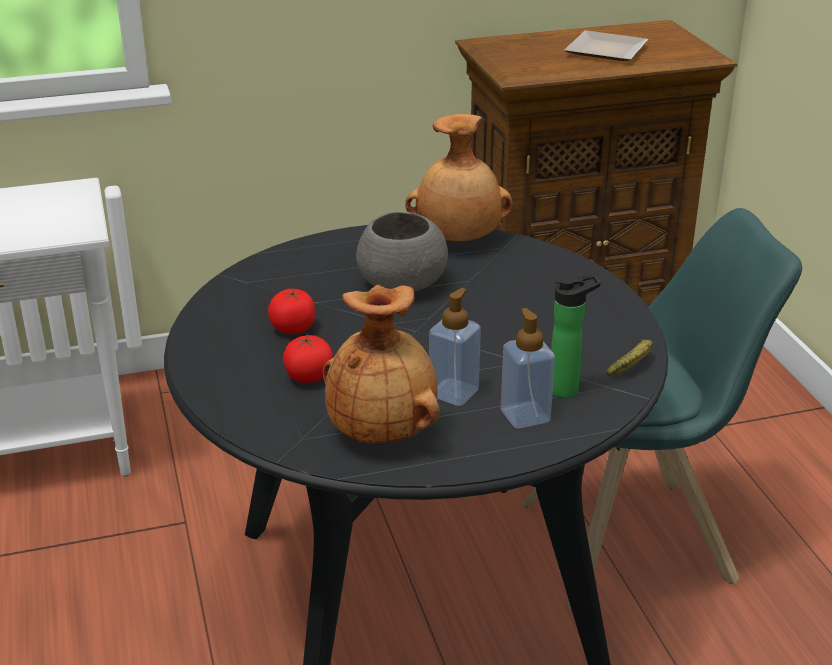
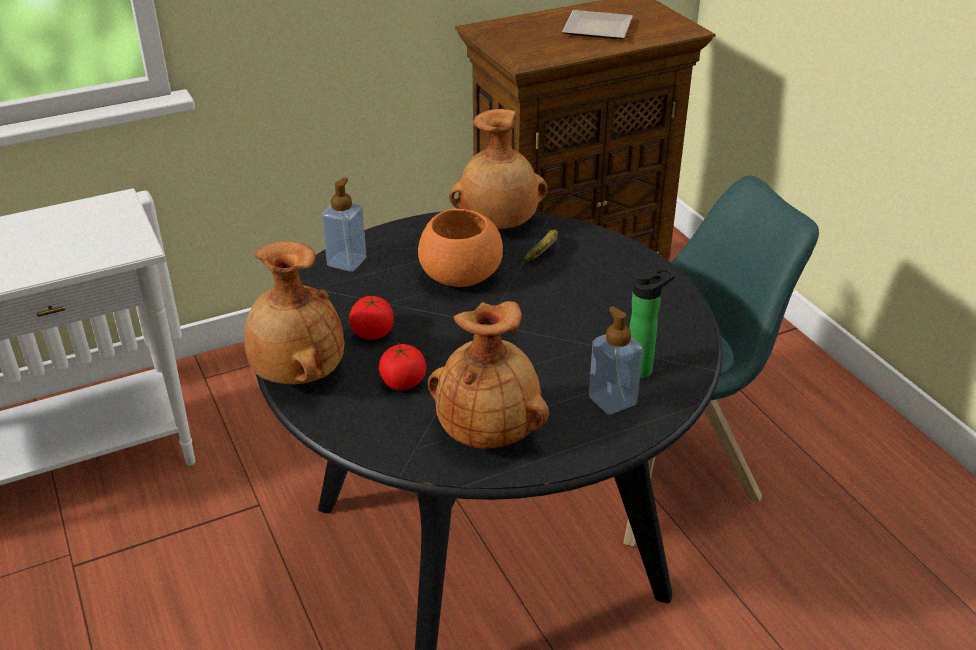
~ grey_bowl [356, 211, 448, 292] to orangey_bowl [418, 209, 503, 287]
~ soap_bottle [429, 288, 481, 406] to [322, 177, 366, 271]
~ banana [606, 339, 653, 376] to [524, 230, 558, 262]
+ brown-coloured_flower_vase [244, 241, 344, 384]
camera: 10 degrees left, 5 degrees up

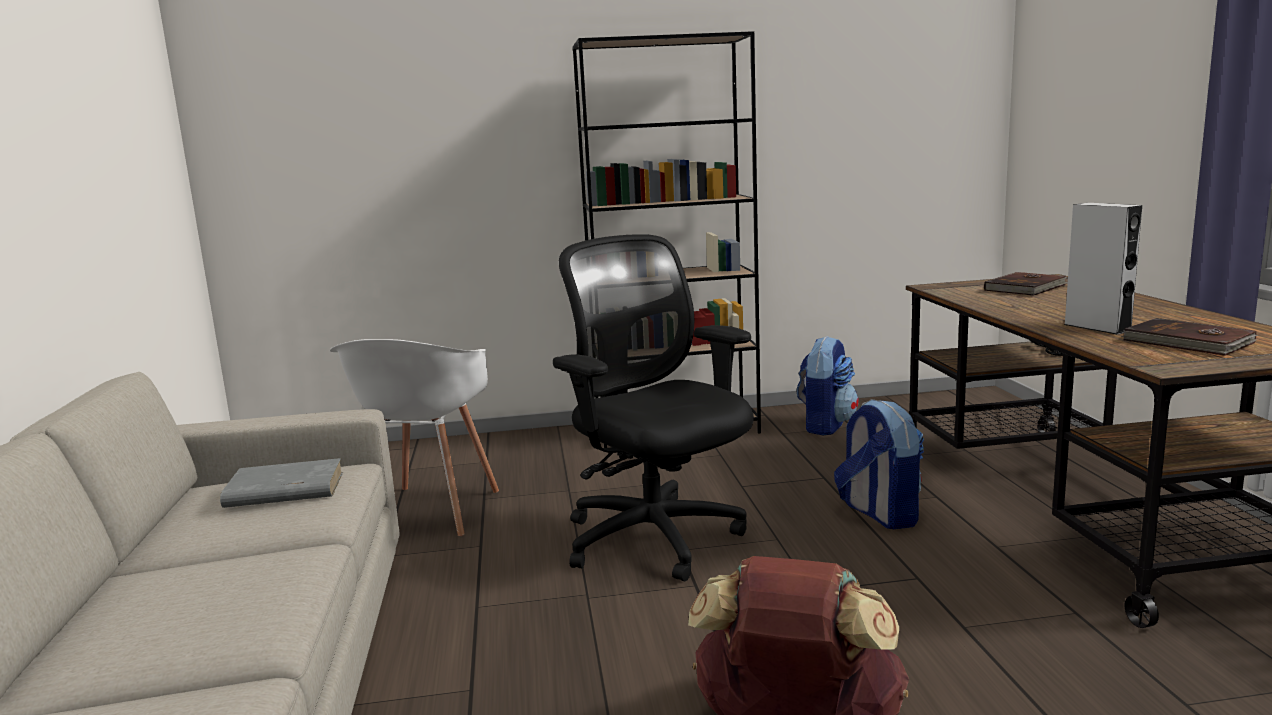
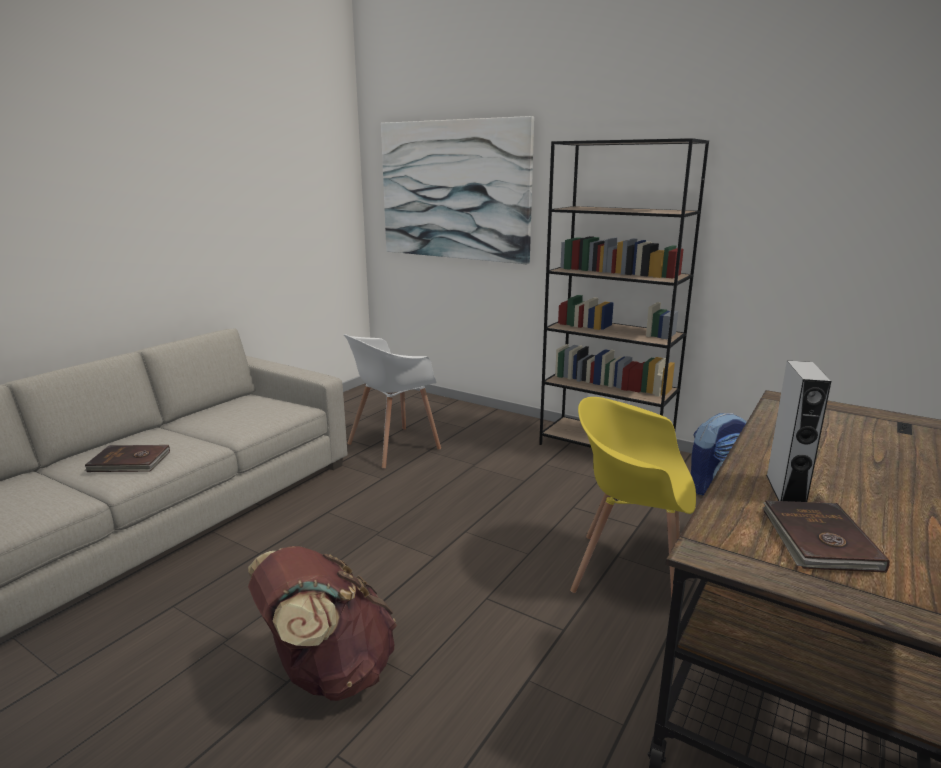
- grey_book [220, 458, 343, 508]
- black-coloured_office_chair [553, 235, 754, 581]
~ knapsack [834, 399, 924, 529] to yellow_chair [570, 397, 696, 599]
~ brown-coloured_book [984, 272, 1068, 295] to [85, 445, 170, 472]
+ picture [381, 116, 534, 264]
camera: 40 degrees right, 5 degrees up

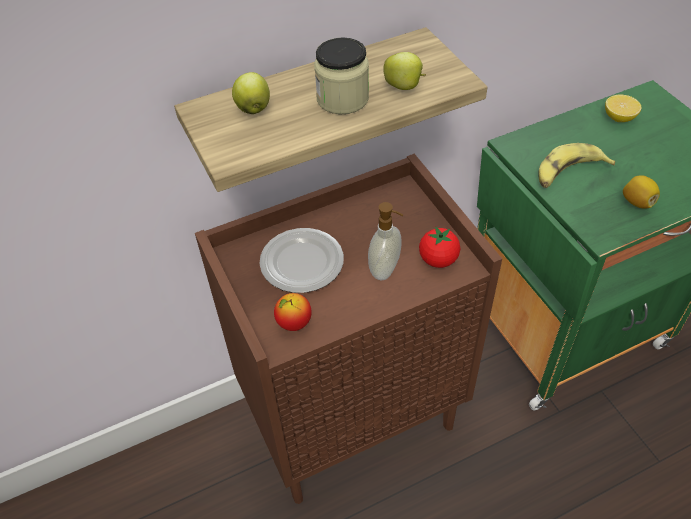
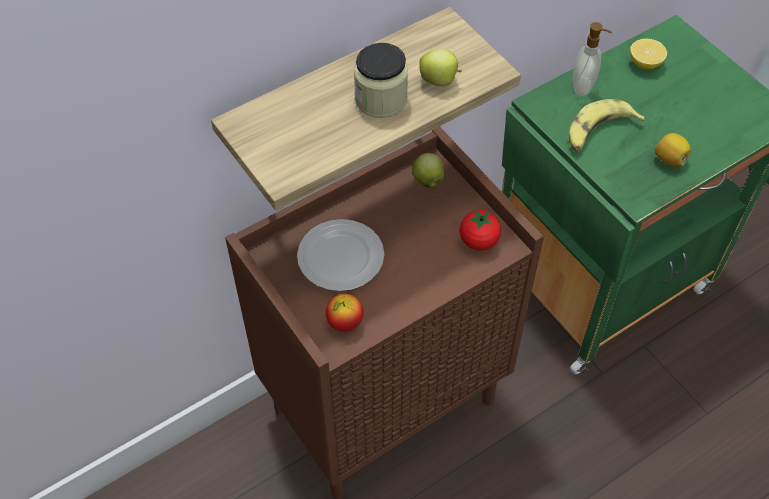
~ apple [232, 72, 270, 114] to [412, 153, 444, 187]
~ soap_bottle [368, 202, 403, 280] to [573, 22, 612, 96]
camera: 10 degrees left, 5 degrees up

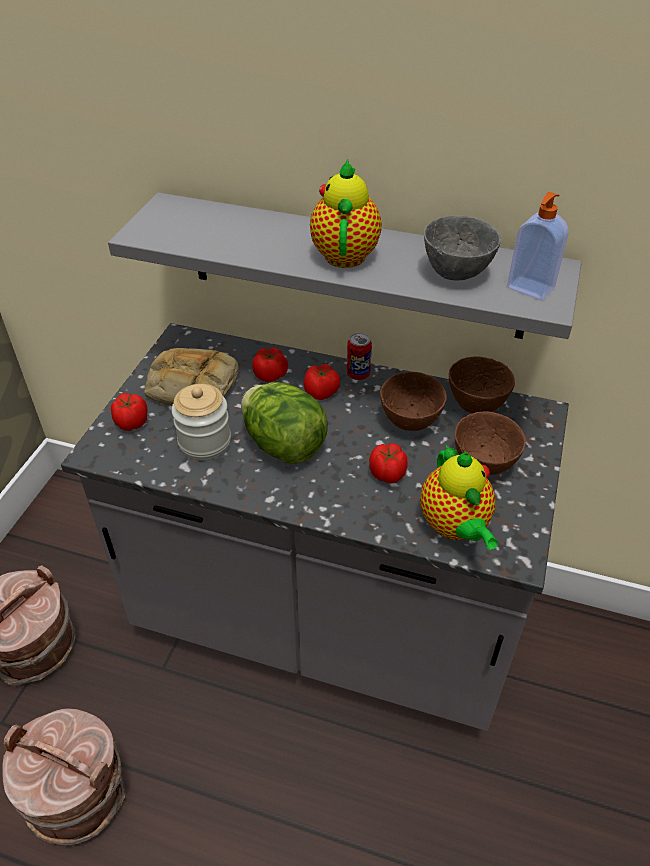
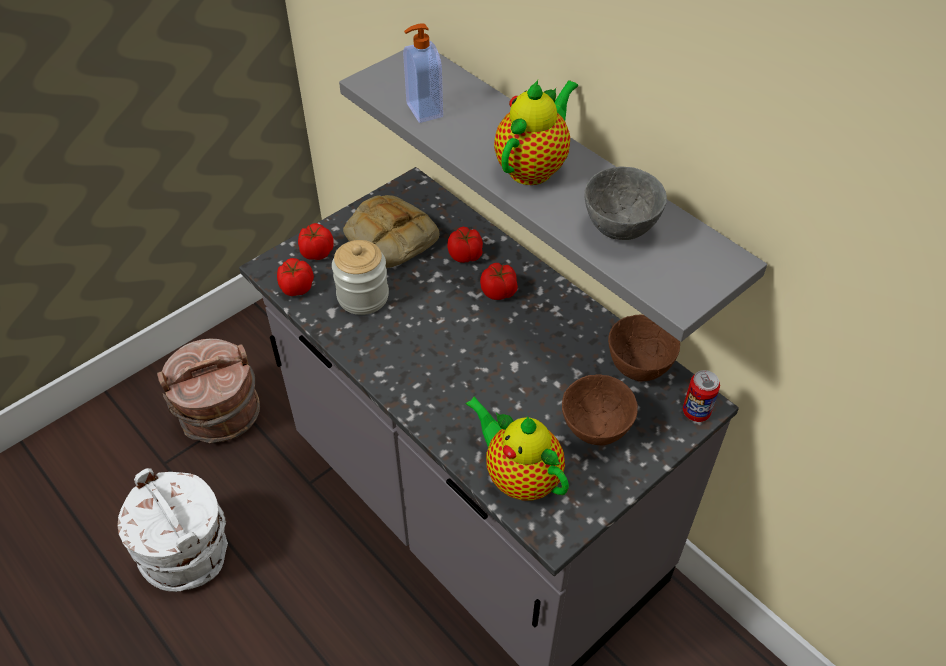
~ brown-coloured_pail [2, 708, 126, 846] to white-coloured_pail [117, 468, 228, 592]
- lettuce_head [241, 382, 328, 464]
~ can [347, 333, 372, 380] to [683, 370, 720, 422]
~ tomato [369, 443, 408, 483] to [277, 258, 314, 296]
- brown-coloured_bowl [380, 372, 447, 431]
~ teapot [420, 445, 498, 550] = [465, 397, 569, 500] 120 degrees clockwise
~ soap_bottle [507, 192, 569, 300] to [403, 23, 443, 123]
camera: 30 degrees right, 5 degrees up

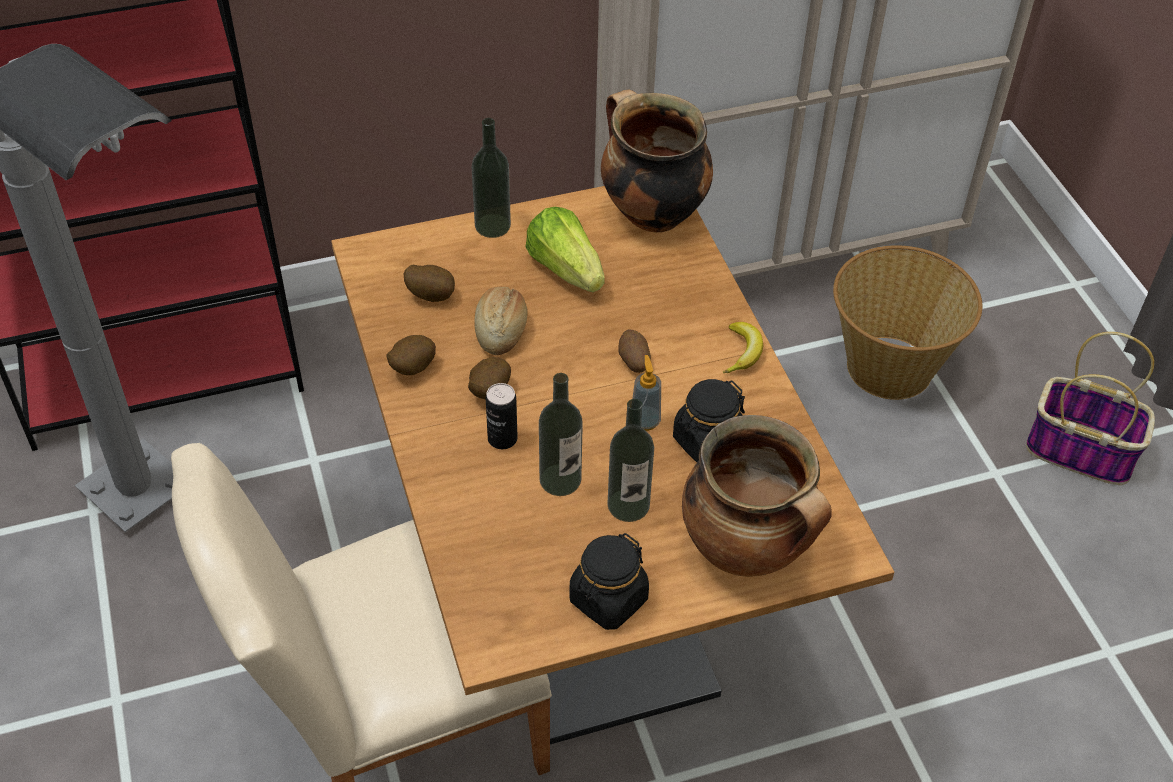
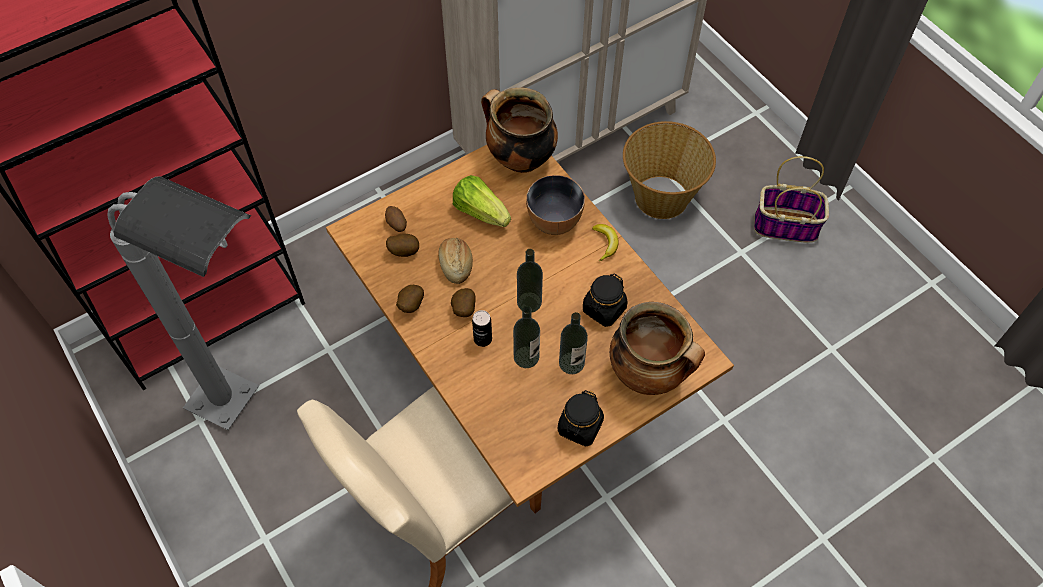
~ bottle [472, 118, 511, 238] to [517, 249, 543, 313]
~ potato [618, 329, 651, 373] to [385, 206, 407, 232]
- soap_bottle [632, 355, 661, 431]
+ bowl [526, 175, 585, 235]
camera: 15 degrees left, 10 degrees up

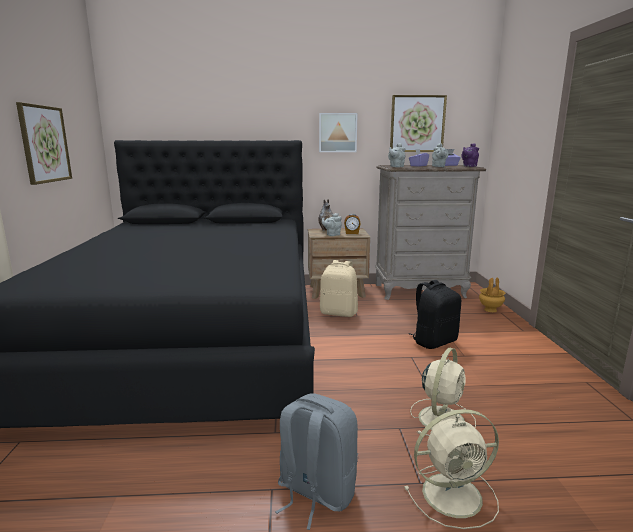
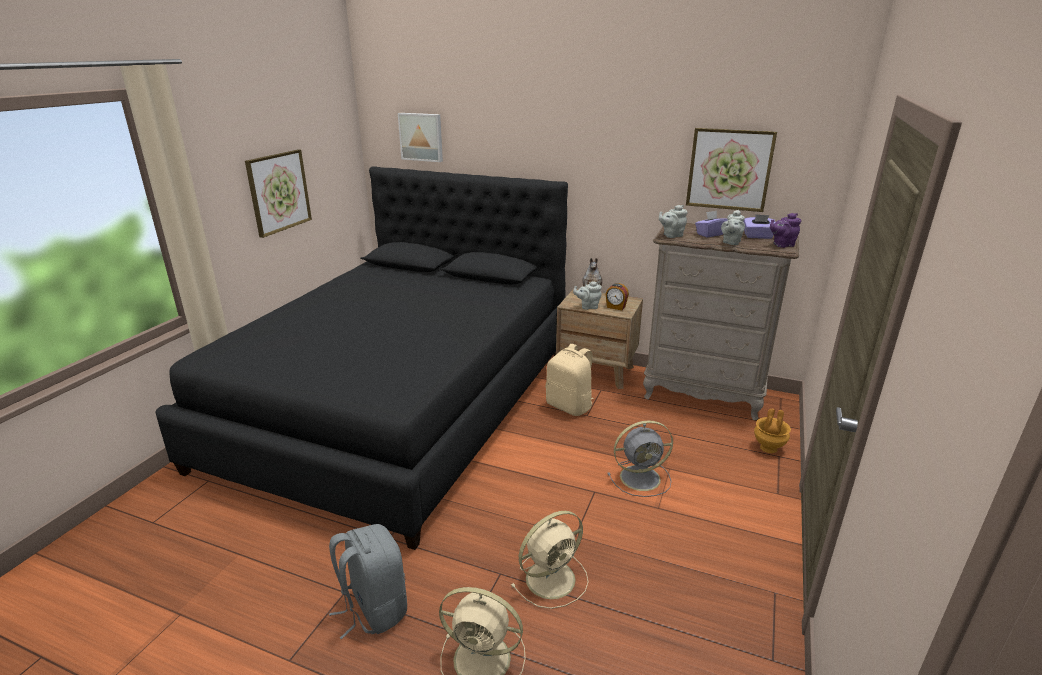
~ picture [319, 113, 358, 152] to [398, 113, 443, 162]
~ black-coloured_knapsack [409, 280, 461, 349] to grey_cooling_fan [607, 420, 673, 497]
camera: 25 degrees right, 10 degrees up

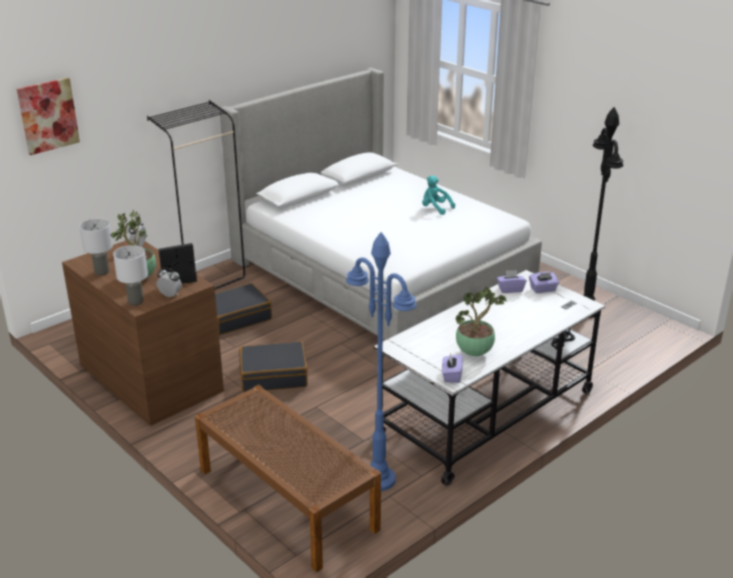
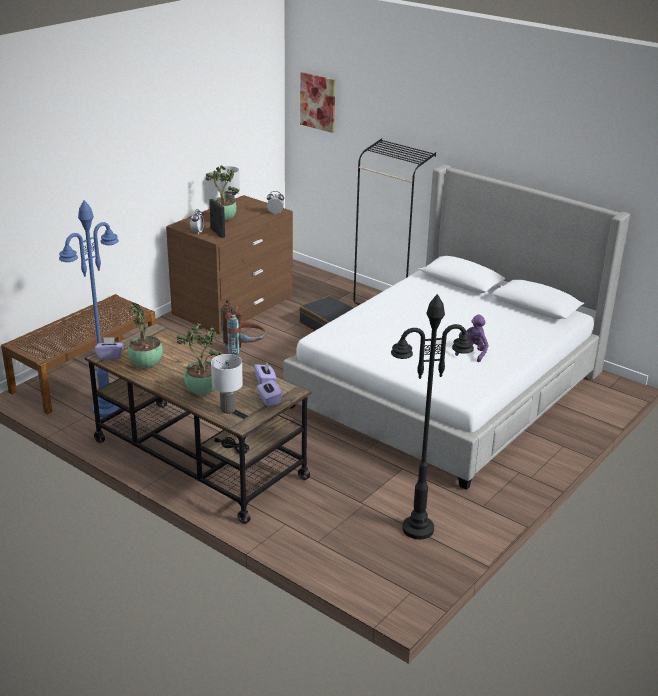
~ white-coloured_tabletop_lamp [113, 245, 148, 306] to [211, 354, 243, 414]
~ black-coloured_suitcase [239, 341, 308, 392] to brown-coloured_knapsack [221, 300, 266, 356]
~ white-coloured_desk_table [373, 270, 605, 486] to brown-coloured_desk_table [85, 323, 312, 524]
~ turquoise_cuddly_toy [422, 175, 455, 215] to purplish_cuddly_toy [455, 314, 488, 362]
+ potted_plant [177, 323, 224, 395]
camera: 80 degrees right, 0 degrees up

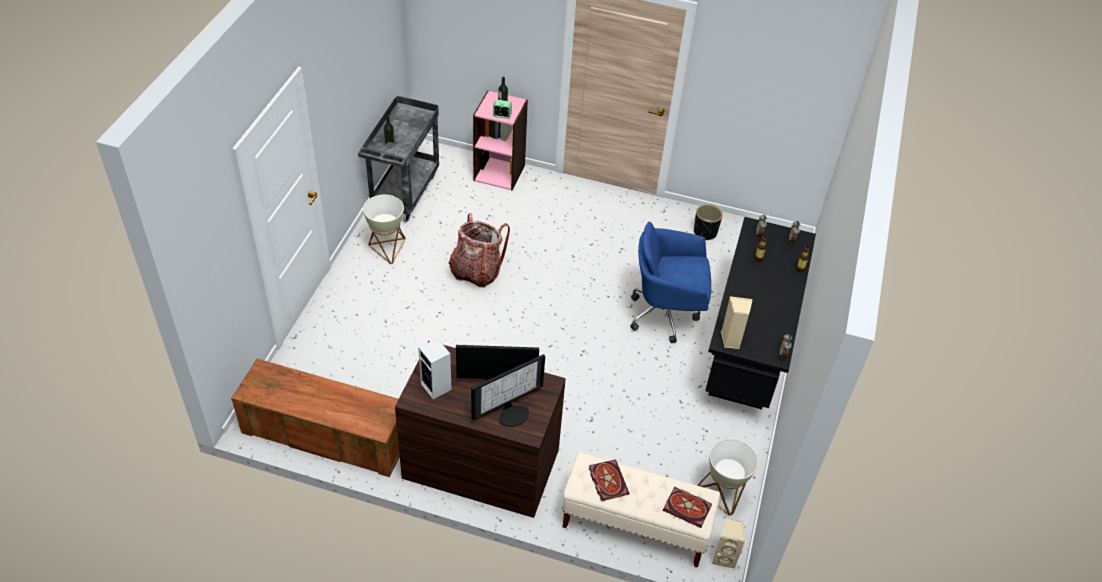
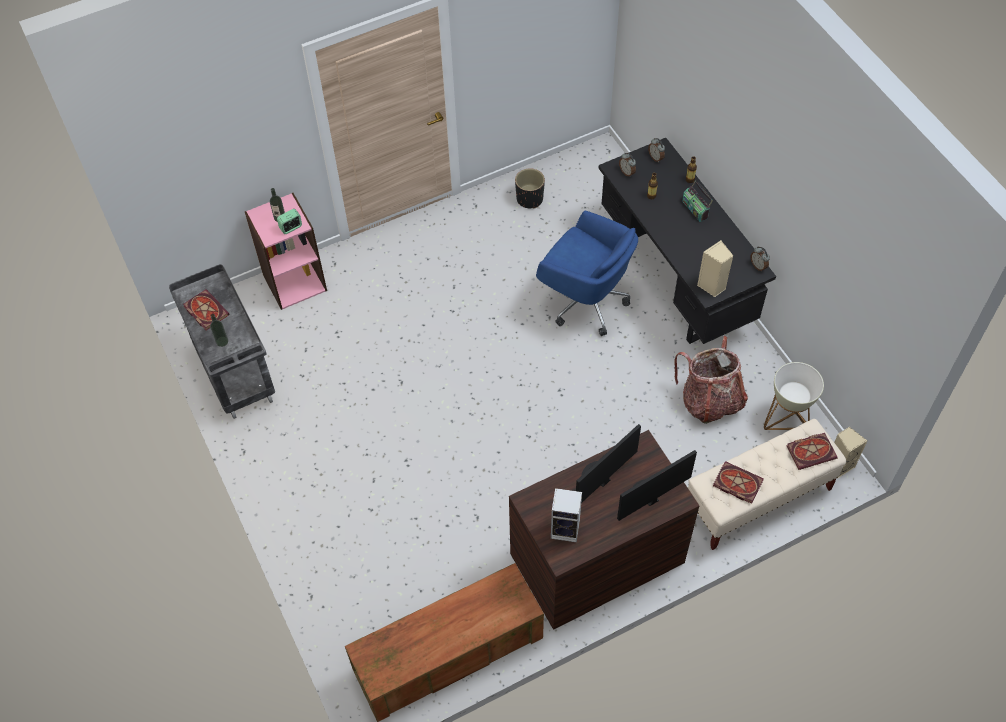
- plant_pot [363, 195, 405, 264]
~ knapsack [449, 213, 510, 287] to [675, 336, 748, 424]
~ computer_screen [471, 354, 545, 427] = [617, 450, 697, 521] 135 degrees counterclockwise
~ bluish_office_chair [630, 222, 711, 343] = [536, 211, 638, 336] 105 degrees counterclockwise
+ book [183, 289, 229, 330]
+ radio_receiver [682, 180, 713, 222]
camera: 40 degrees left, 10 degrees up

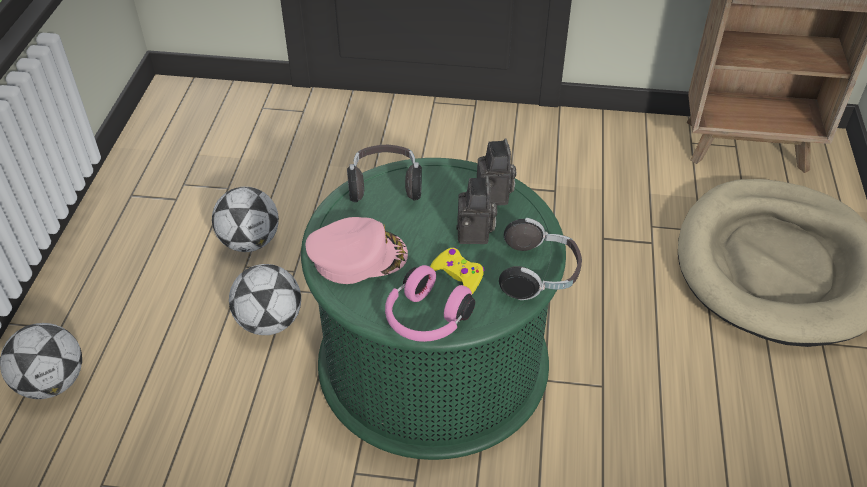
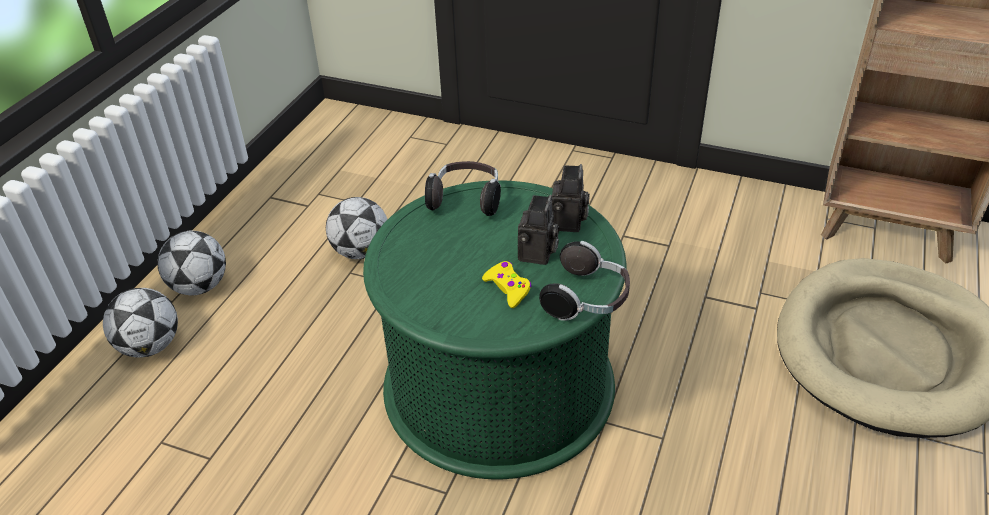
~ football [229, 264, 301, 335] to [157, 231, 226, 295]
- pink_baseball_cap [306, 217, 408, 284]
- pink_pair_of_headphones [385, 265, 475, 342]
camera: 15 degrees right, 5 degrees down

